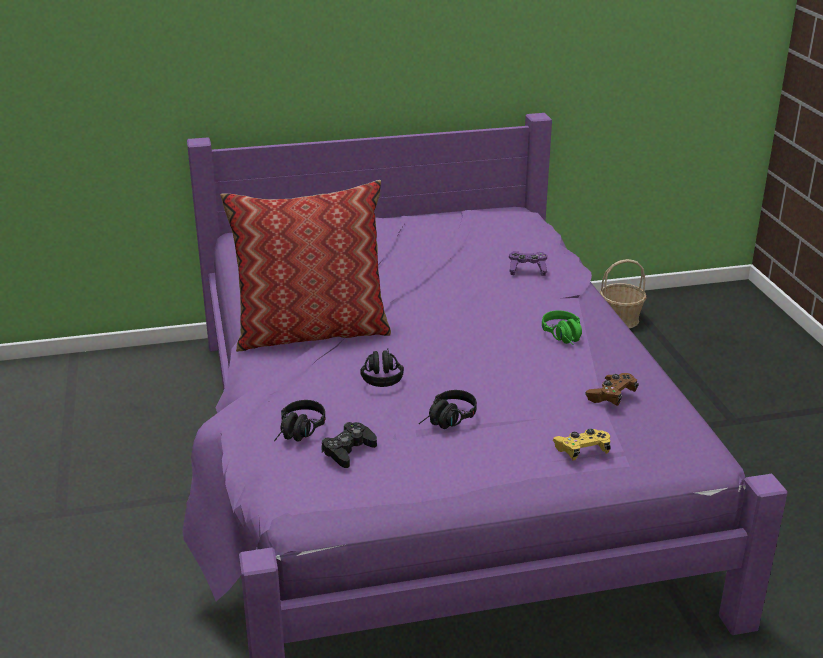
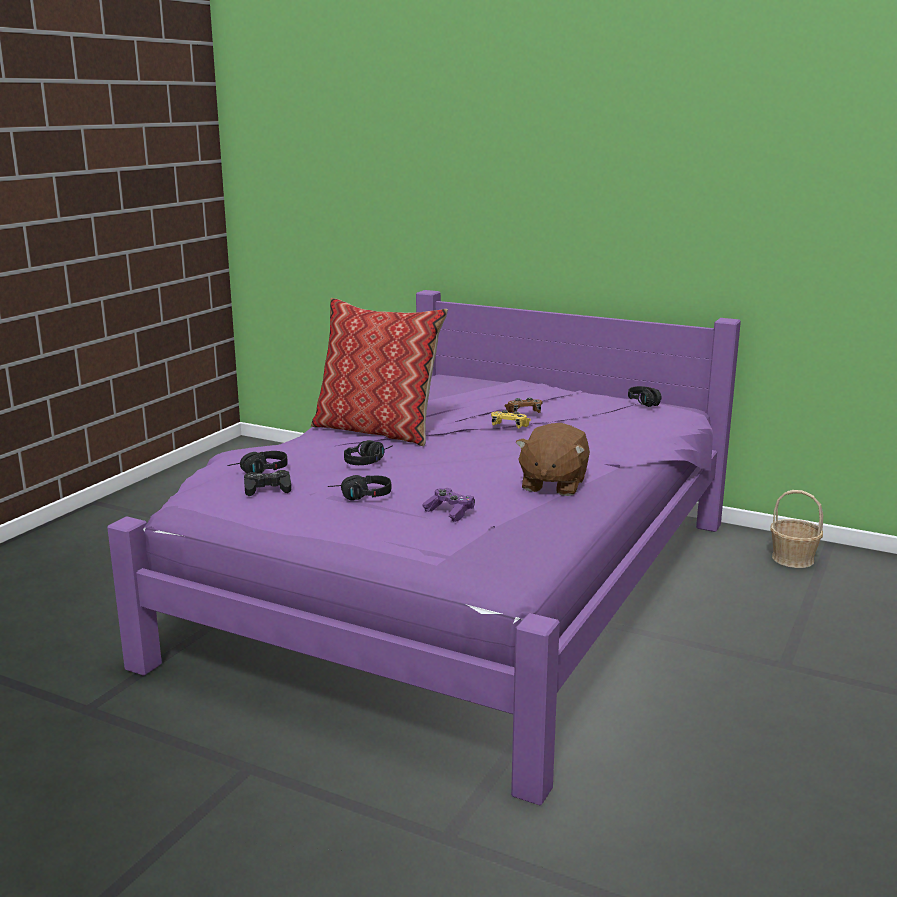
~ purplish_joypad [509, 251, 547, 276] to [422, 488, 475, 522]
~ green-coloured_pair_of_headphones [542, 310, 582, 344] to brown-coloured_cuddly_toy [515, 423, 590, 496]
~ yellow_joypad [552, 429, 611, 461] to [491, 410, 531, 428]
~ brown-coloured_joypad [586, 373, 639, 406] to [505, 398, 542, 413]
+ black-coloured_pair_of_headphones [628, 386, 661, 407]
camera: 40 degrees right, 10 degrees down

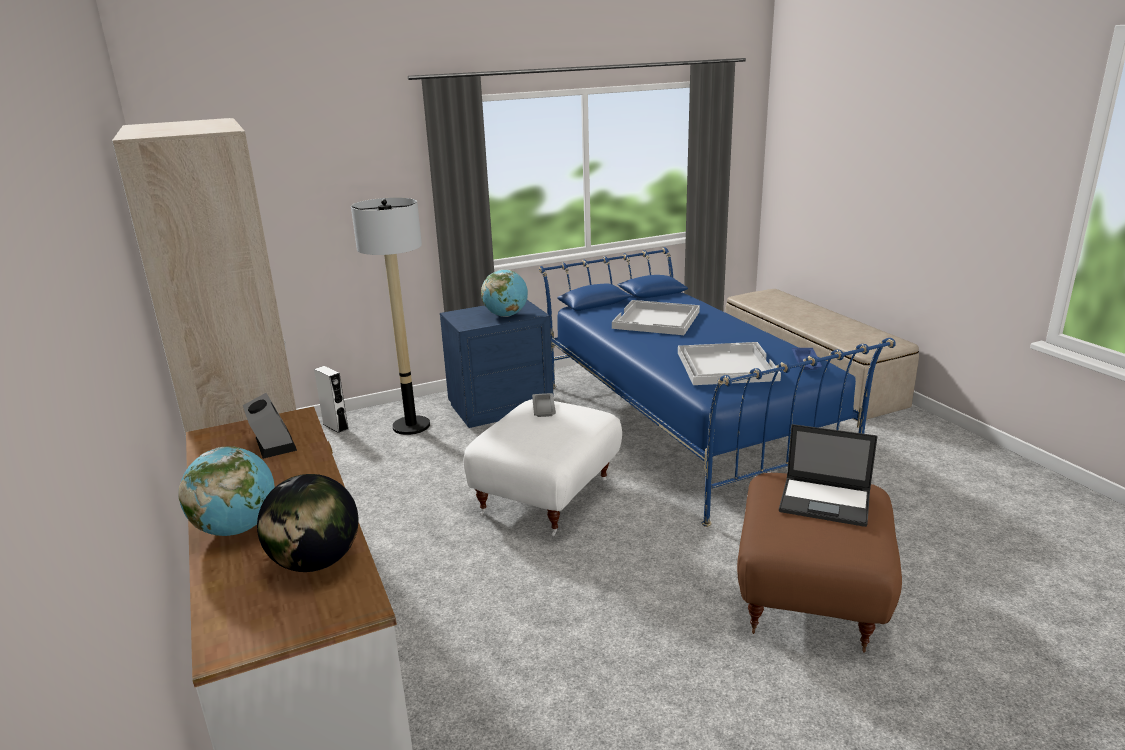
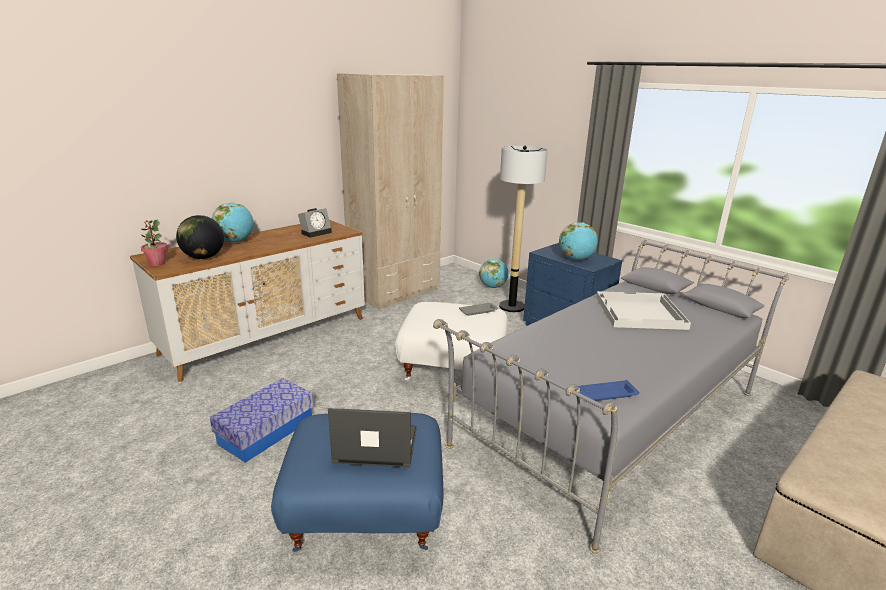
~ white-coloured_speaker [314, 366, 348, 433] to world_globe [479, 259, 509, 288]
~ bluish_sleeping_bed [539, 247, 896, 527] to grey_sleeping_bed [433, 240, 789, 553]
- white-coloured_carrying_tray [678, 342, 781, 385]
~ brown-coloured_ottoman [737, 473, 902, 653] to bluish_ottoman [271, 413, 443, 552]
~ portable_computer [779, 424, 878, 527] = [328, 408, 417, 467] 90 degrees clockwise
+ potted_plant [141, 219, 168, 266]
+ storage_bin [210, 378, 313, 463]
camera: 70 degrees right, 0 degrees up

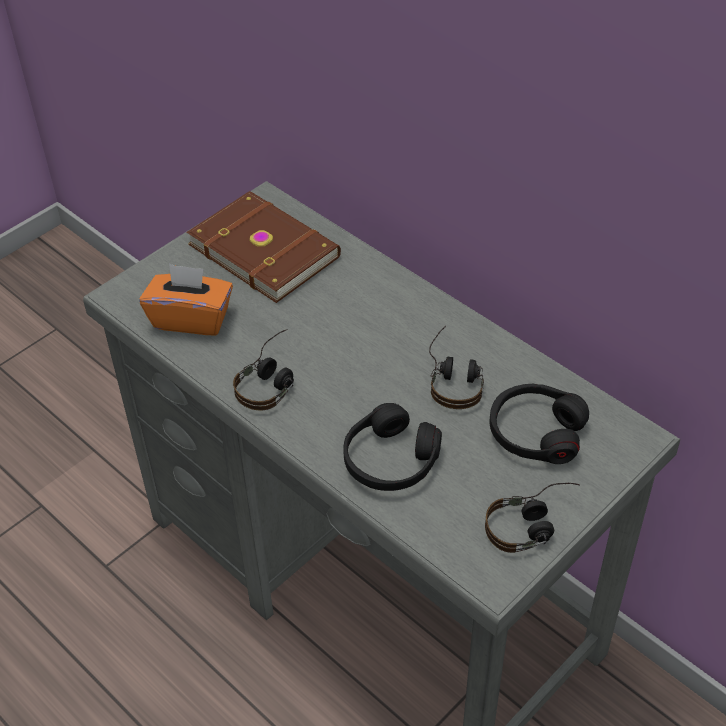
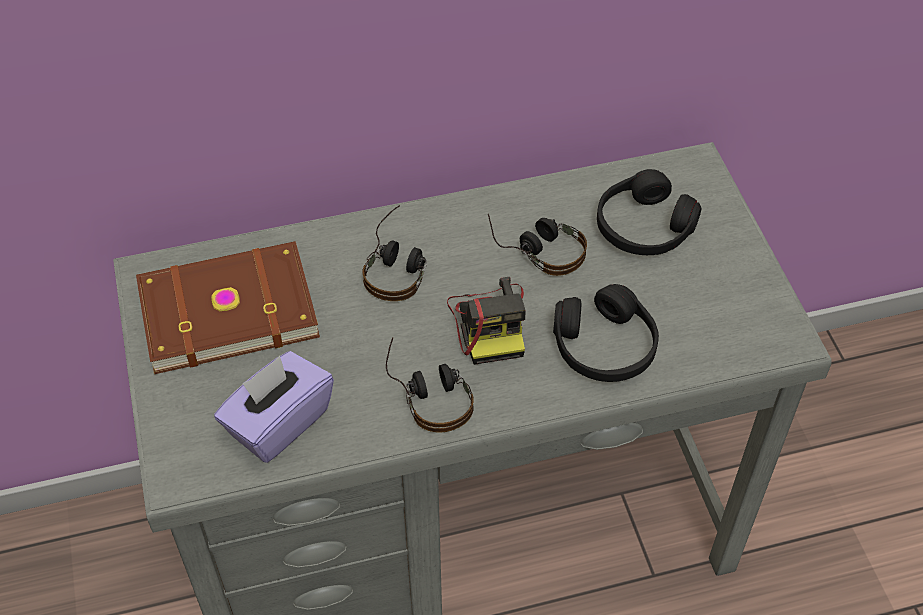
~ orangey_tissue_holder [139, 264, 233, 335] to purplish_tissue_holder [214, 351, 334, 463]
~ pair_of_headphones [485, 483, 580, 553] to [362, 205, 427, 301]
+ still_camera [447, 277, 526, 365]
camera: 60 degrees left, 5 degrees up

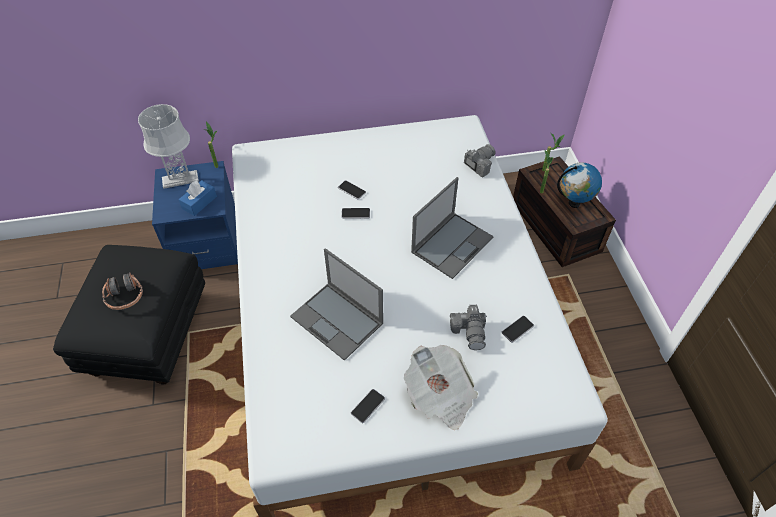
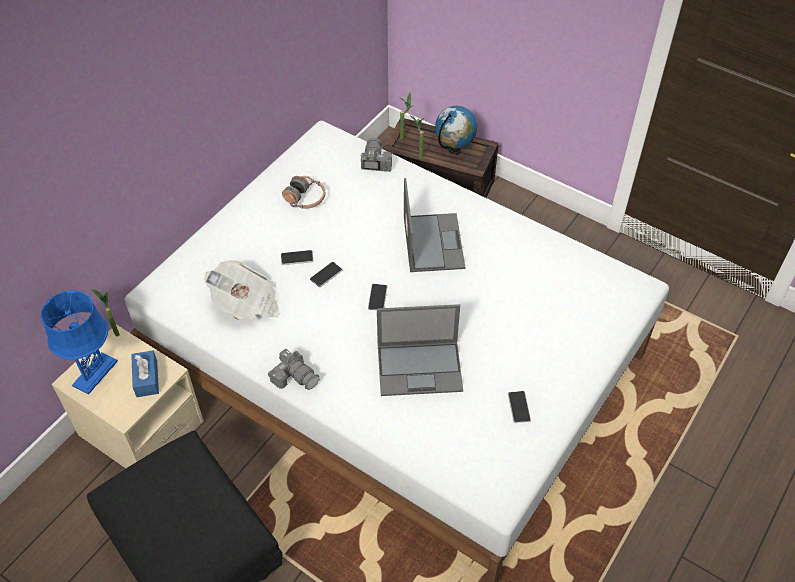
~ pair_of_headphones [102, 272, 143, 310] to [282, 176, 325, 209]
~ grey_tabletop_lamp [138, 104, 199, 189] to bluish_tabletop_lamp [41, 290, 118, 395]
~ bluish_night_table [152, 161, 238, 269] to beige-coloured_night_table [51, 325, 204, 468]
~ printed_paper [404, 345, 478, 430] to [204, 260, 279, 321]
~ still_camera [450, 305, 487, 350] to [268, 348, 320, 390]
~ telephone [501, 316, 534, 343] to [368, 284, 387, 311]
camera: 45 degrees left, 0 degrees up

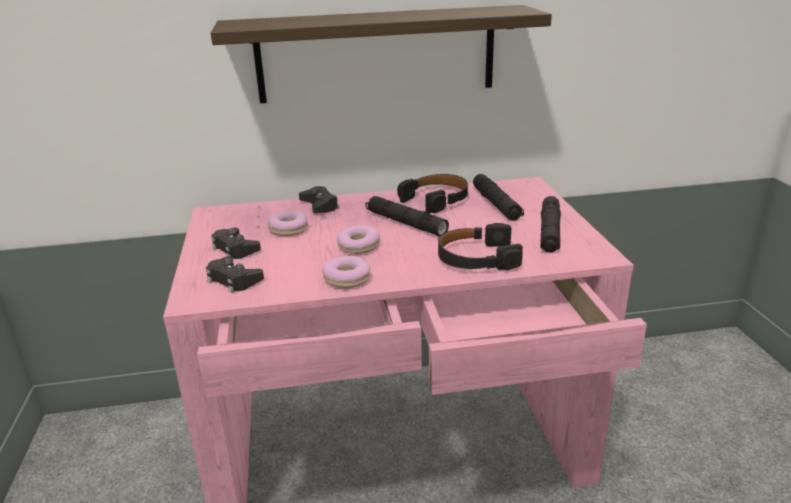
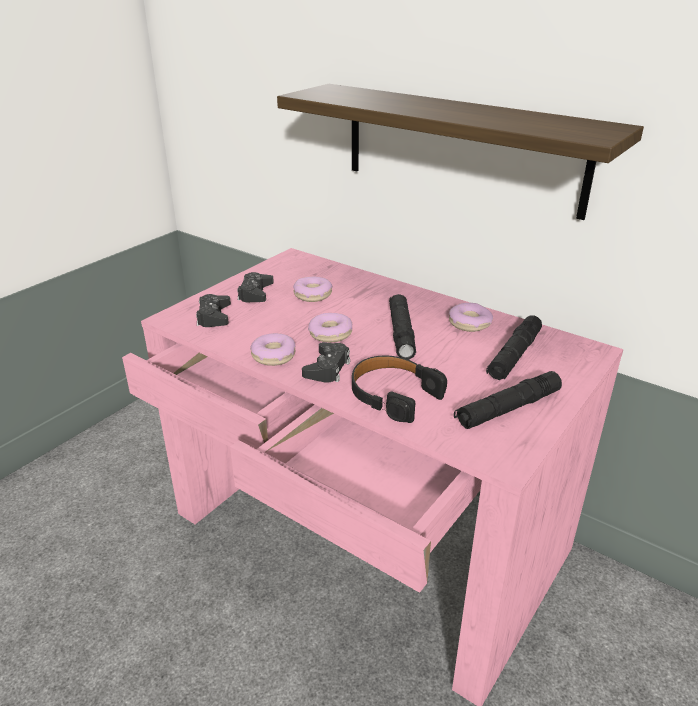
~ black-coloured_joypad [299, 186, 339, 213] to [302, 342, 351, 383]
~ black-coloured_pair_of_headphones [397, 174, 468, 213] to ring_doughnut [449, 303, 493, 332]
camera: 45 degrees right, 5 degrees up

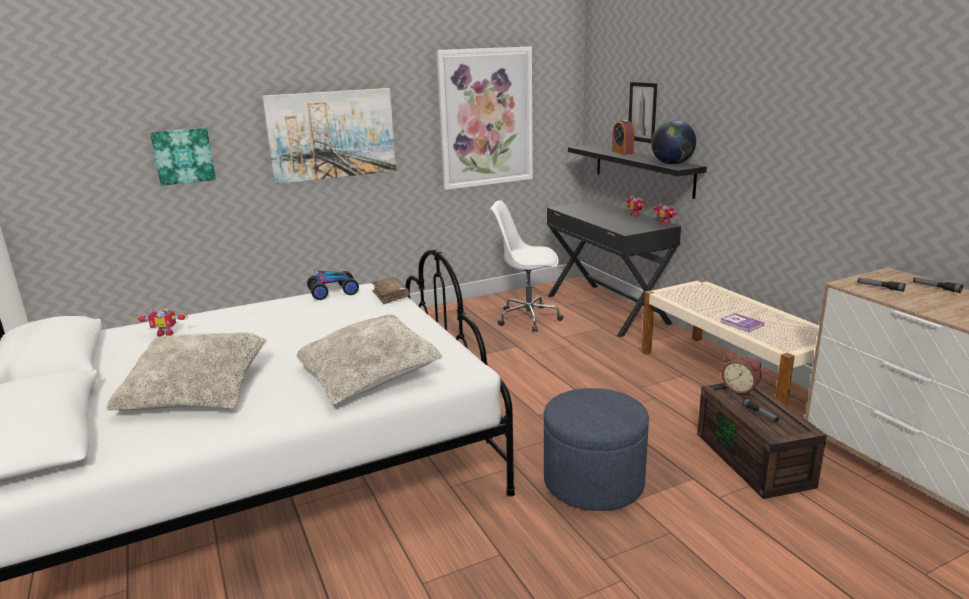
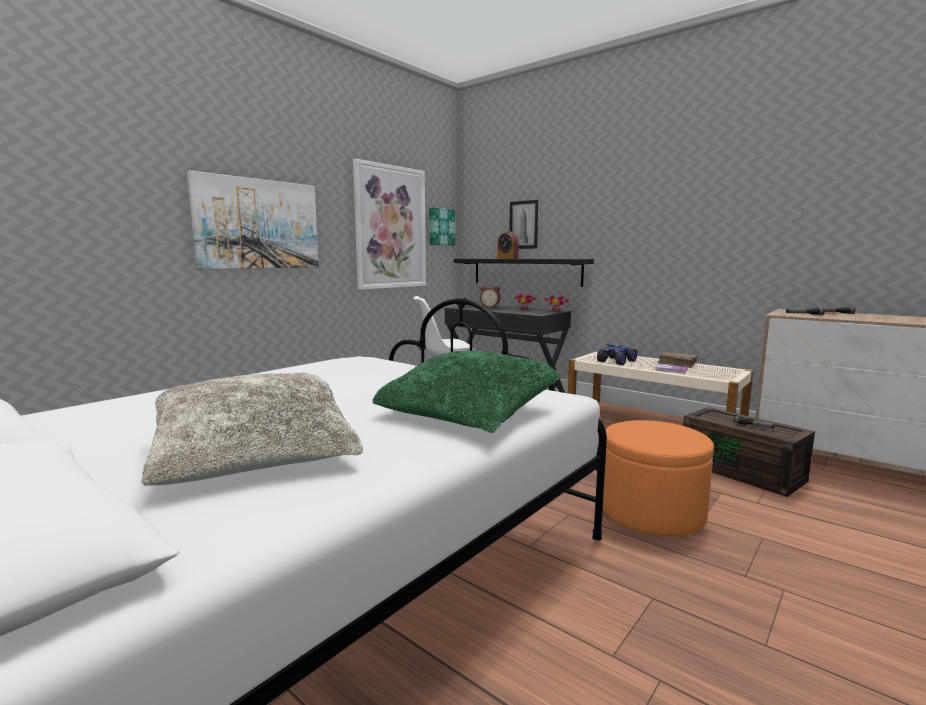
- model_robot [135, 307, 189, 337]
~ picture [150, 128, 216, 186] to [429, 207, 455, 246]
~ beige-coloured_cushion [297, 315, 442, 404] to green-coloured_cushion [372, 350, 561, 433]
~ miniature_car [307, 271, 359, 300] to [597, 344, 637, 365]
~ brown-coloured_book [371, 277, 409, 304] to [657, 352, 698, 368]
~ bluish_ottoman [544, 388, 649, 511] to orangey_ottoman [603, 420, 714, 536]
- world_globe [651, 120, 696, 165]
~ alarm_clock [721, 352, 761, 395] to [480, 286, 500, 308]
camera: 25 degrees left, 10 degrees down

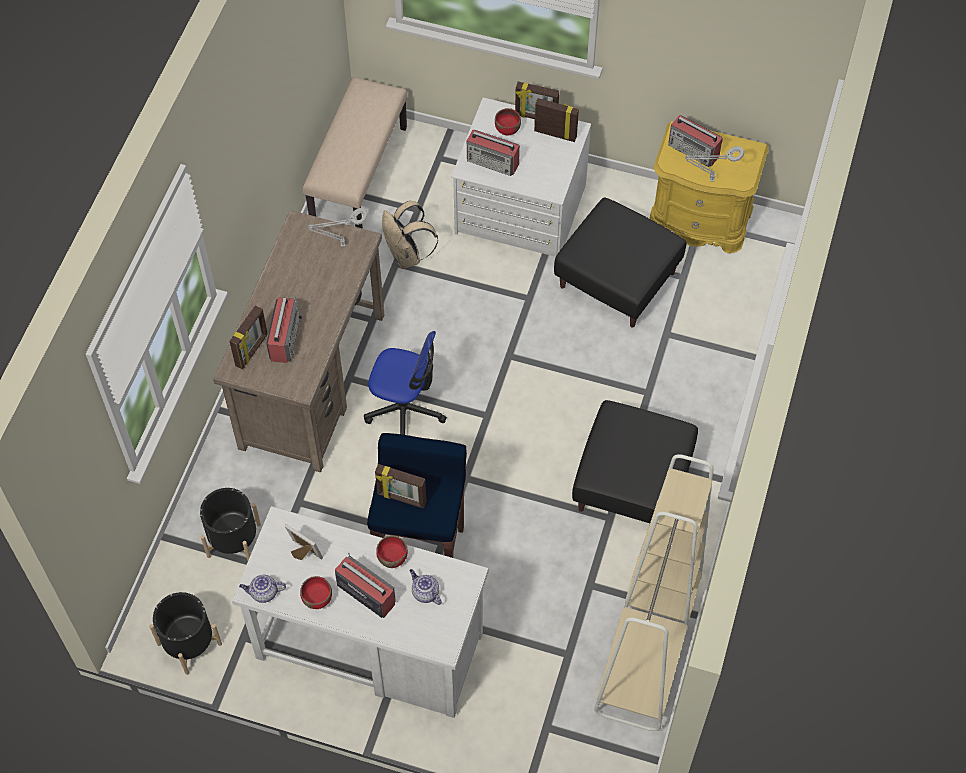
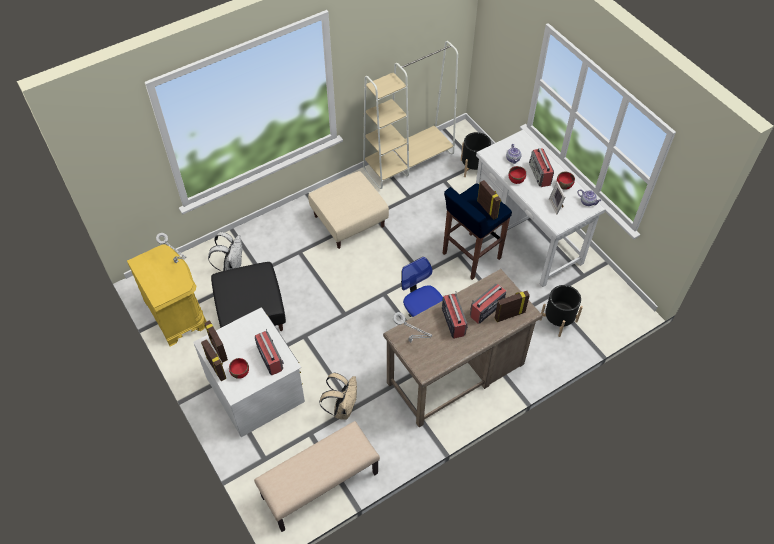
~ black-coloured_plant_pot [150, 592, 222, 675] to [461, 132, 491, 177]
~ black-coloured_ottoman [572, 400, 698, 523] to beige-coloured_ottoman [308, 171, 389, 249]
~ radio_receiver [668, 115, 723, 167] to [442, 294, 468, 339]
+ white-coloured_knapsack [208, 232, 242, 271]
camera: 140 degrees left, 5 degrees down

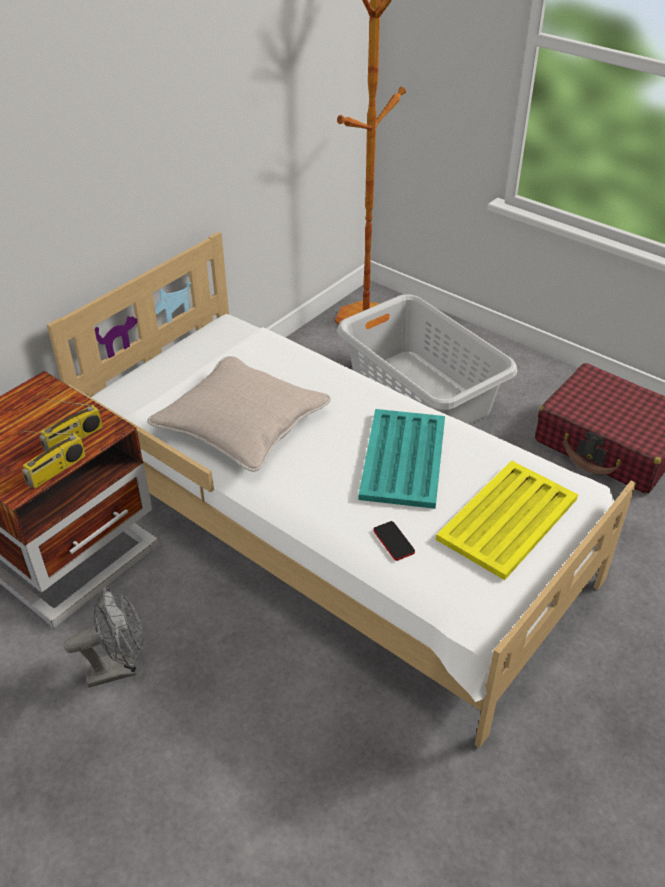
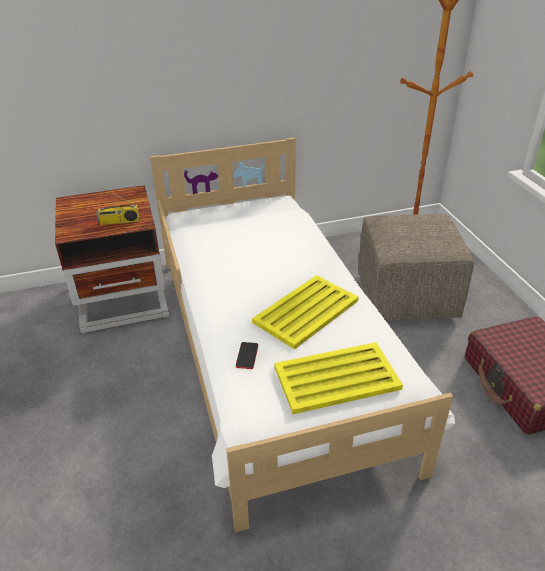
- radio_receiver [22, 431, 86, 488]
- grey_cooling_fan [64, 587, 143, 688]
- beige-coloured_cushion [147, 356, 331, 472]
~ grey_washing_basket [337, 294, 517, 425] to beige-coloured_ottoman [358, 214, 474, 320]
~ turquoise_carrying_tray [358, 409, 445, 509] to yellow_carrying_tray [252, 275, 359, 349]
camera: 35 degrees right, 5 degrees down

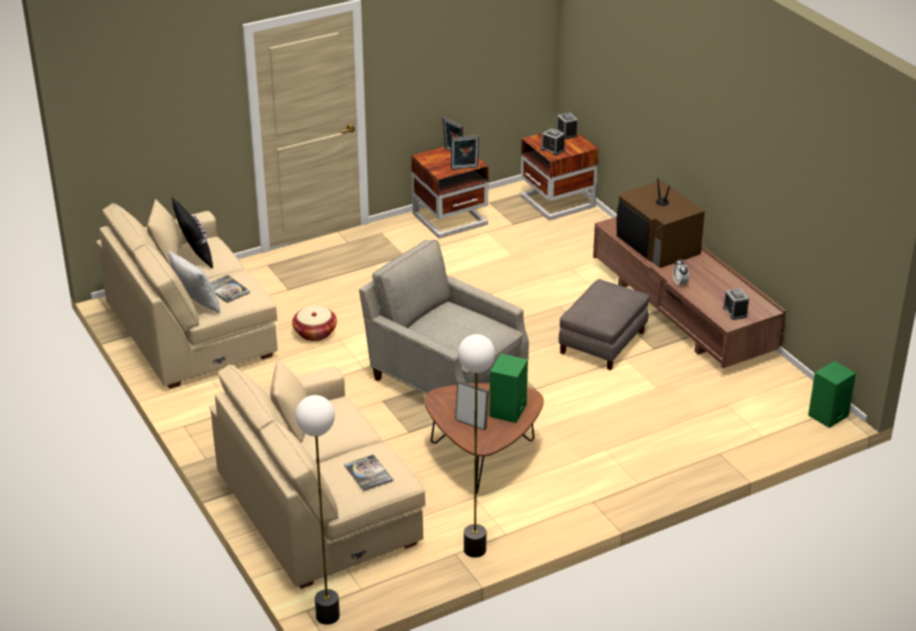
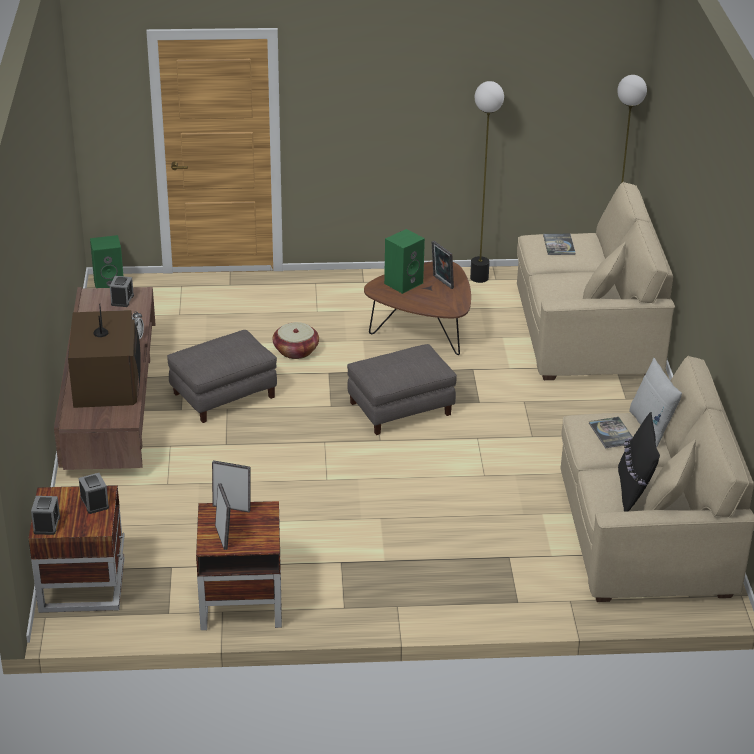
~ household_basket [292, 306, 337, 341] to [273, 322, 319, 359]
~ grey_easy_chair [359, 240, 529, 394] to grey_ottoman [347, 344, 457, 435]
camera: 155 degrees left, 0 degrees up

